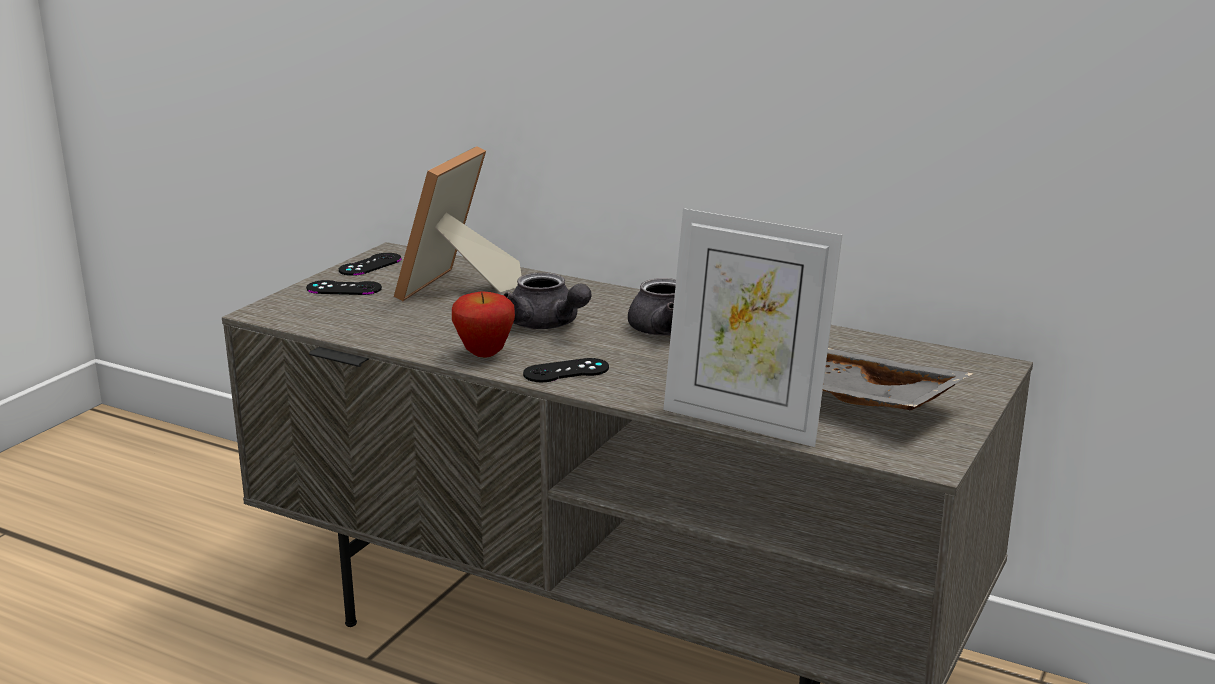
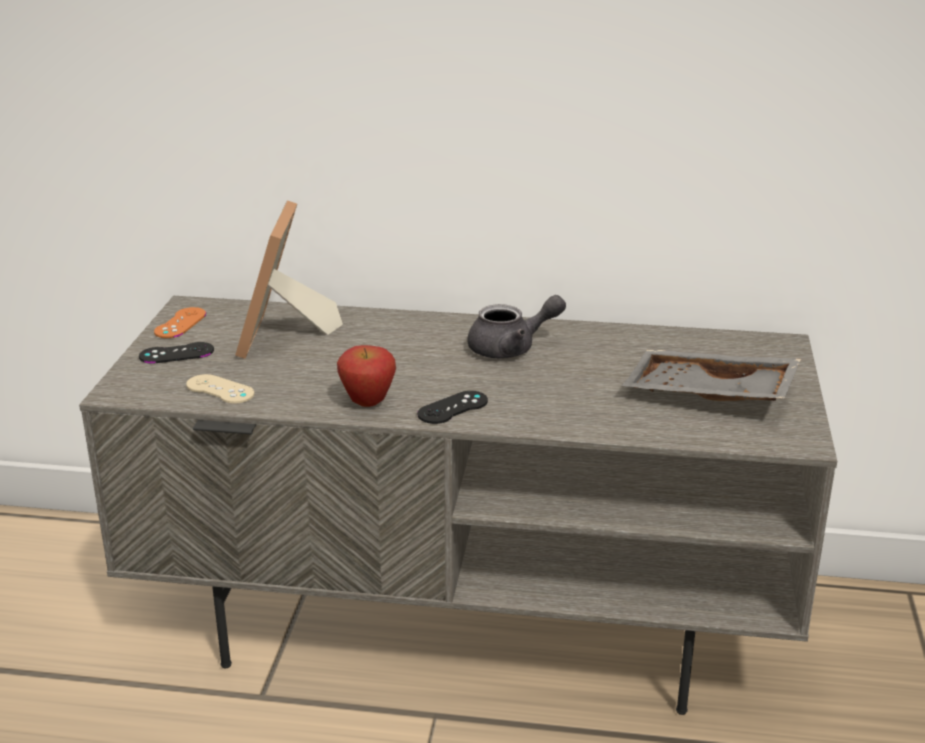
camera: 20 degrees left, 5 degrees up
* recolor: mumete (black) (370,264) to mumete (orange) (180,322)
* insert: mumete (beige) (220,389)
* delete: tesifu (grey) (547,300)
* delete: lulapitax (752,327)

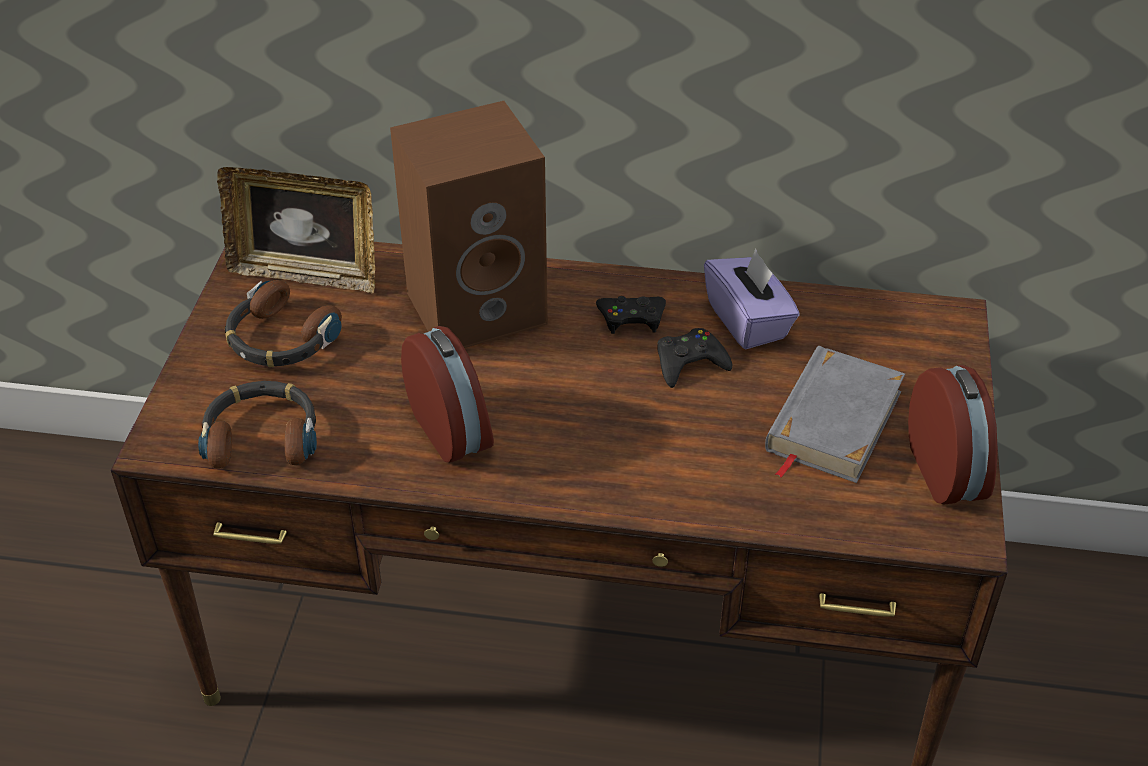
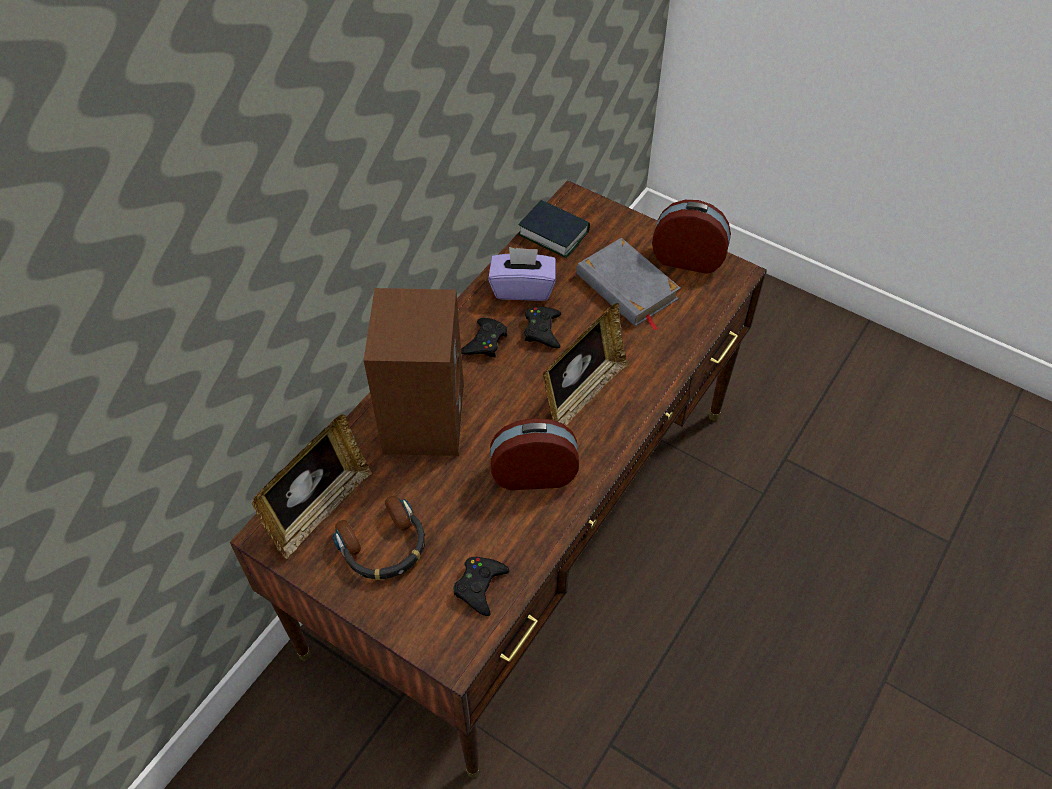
camera: 65 degrees left, 10 degrees up
* replace: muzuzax (257,425) to mumete (black) (481,586)
* insert: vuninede (554,229)
* insert: lulapitax (585,364)

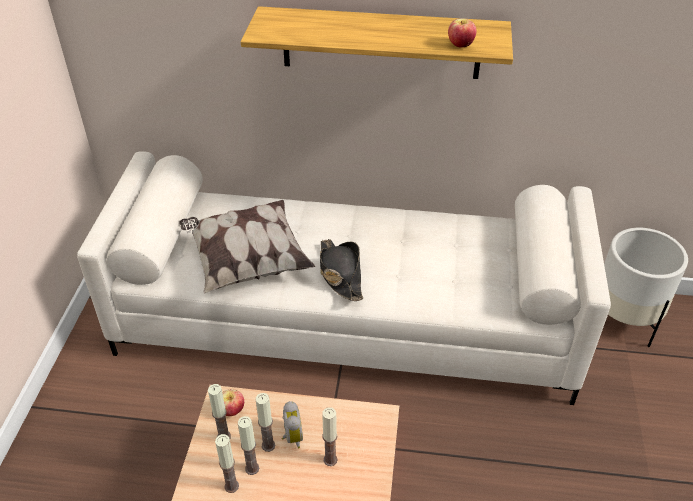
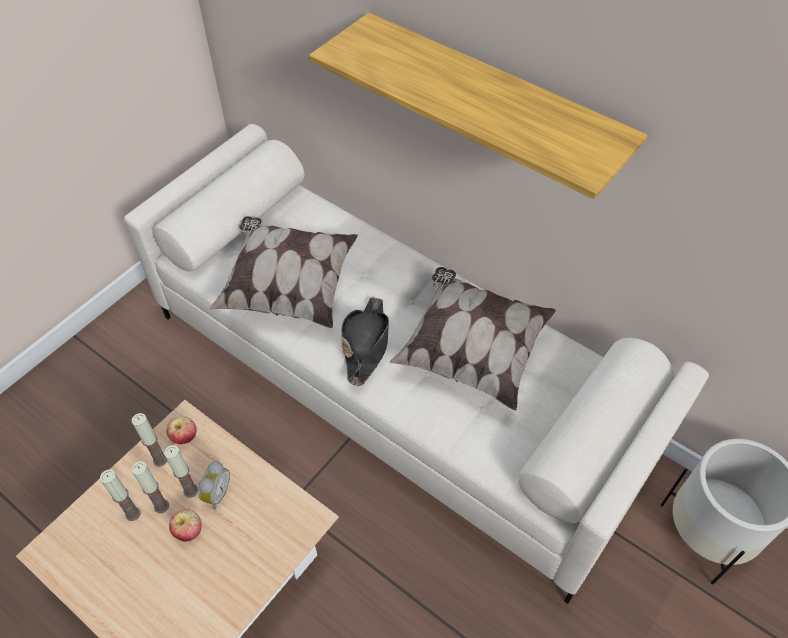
camera: 30 degrees right, 10 degrees up
* move: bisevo (462,33) to (185,525)
* insert: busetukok (473,338)
* delete: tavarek (330,436)

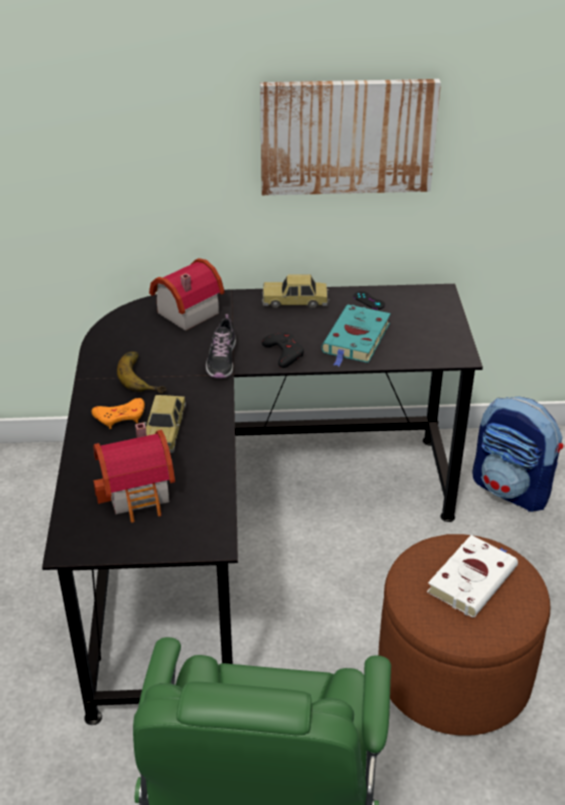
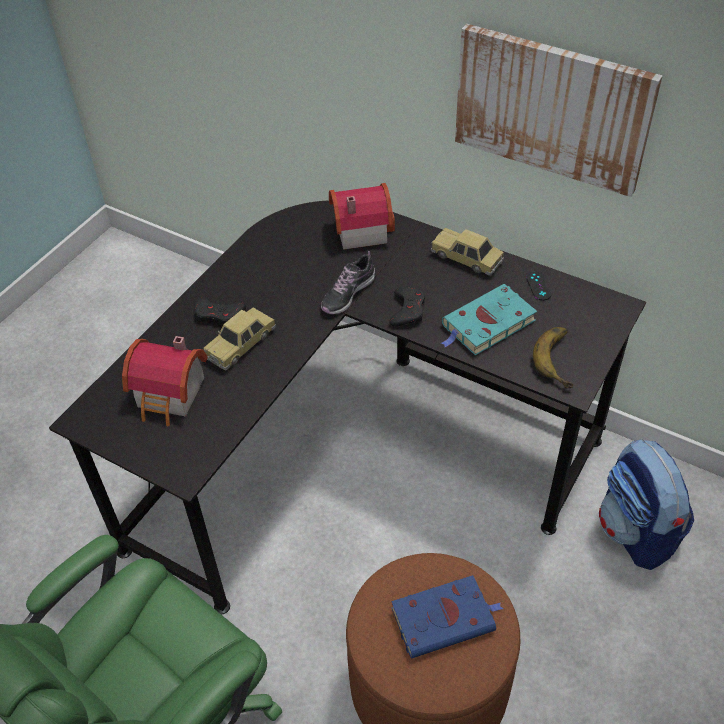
camera: 35 degrees right, 10 degrees up
* recolor: mumete (orange) (118,413) to mumete (black) (220,310)
* recolor: vuninede (white) (472,576) to vuninede (blue) (447,617)
* move: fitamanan (141,373) to (553,357)

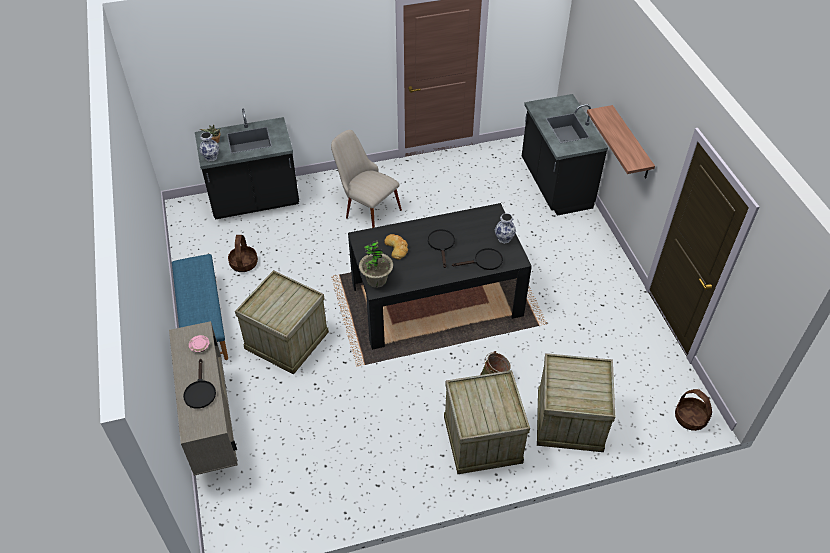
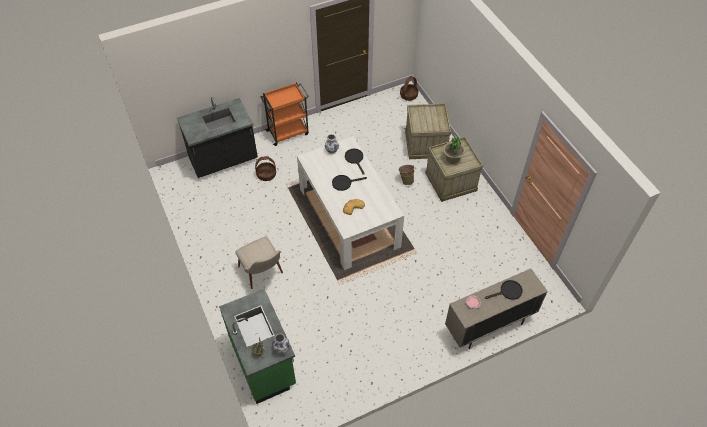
camera: 100 degrees left, 5 degrees up
* recolor: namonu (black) (247,164) to namonu (green) (257,346)
* rotate: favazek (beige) (366,179) = (259,263) 60 degrees counterclockwise
* move: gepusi (243,253) to (265,168)
* insert: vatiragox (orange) (284,114)
* recolor: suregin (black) (440,276) to suregin (white) (350,203)
* move: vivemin (376,264) to (454,149)
* delete: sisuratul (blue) (200,307)
* delete: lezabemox (282,322)
* delete: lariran (621,142)

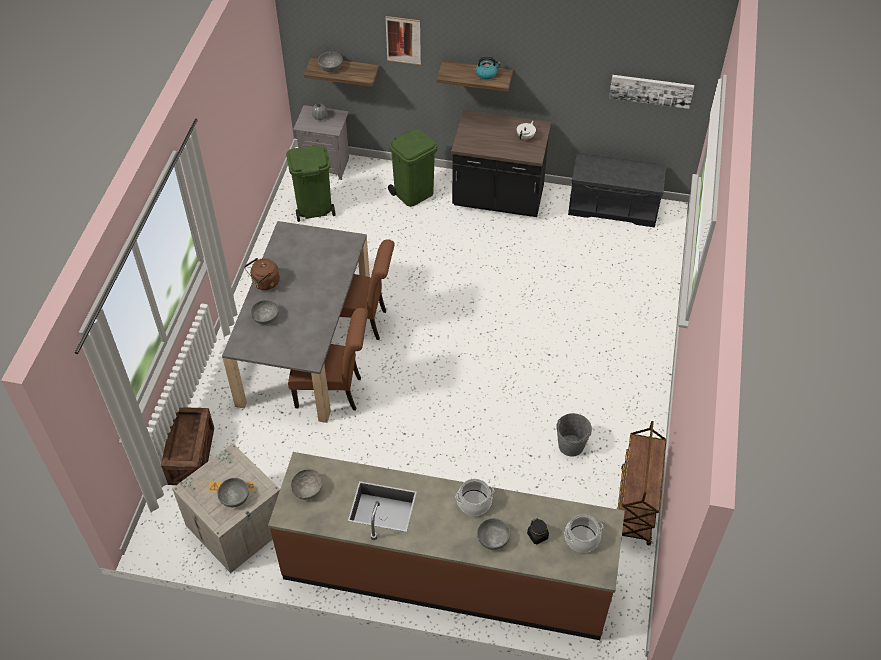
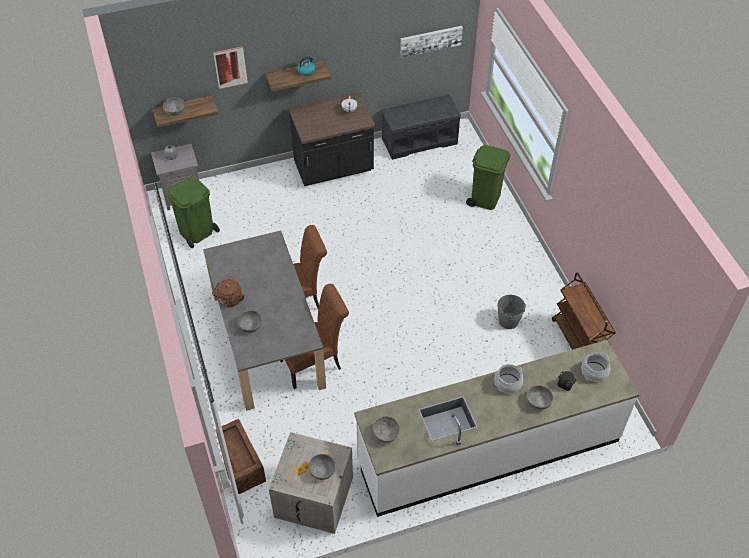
camera: 30 degrees left, 0 degrees up
* recolor: namonu (brown) (446,546) to namonu (white) (496,428)
* move: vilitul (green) (413,168) to (488,177)

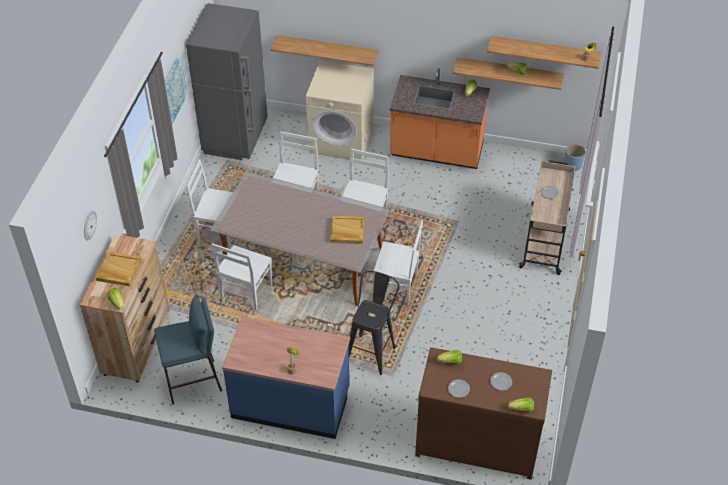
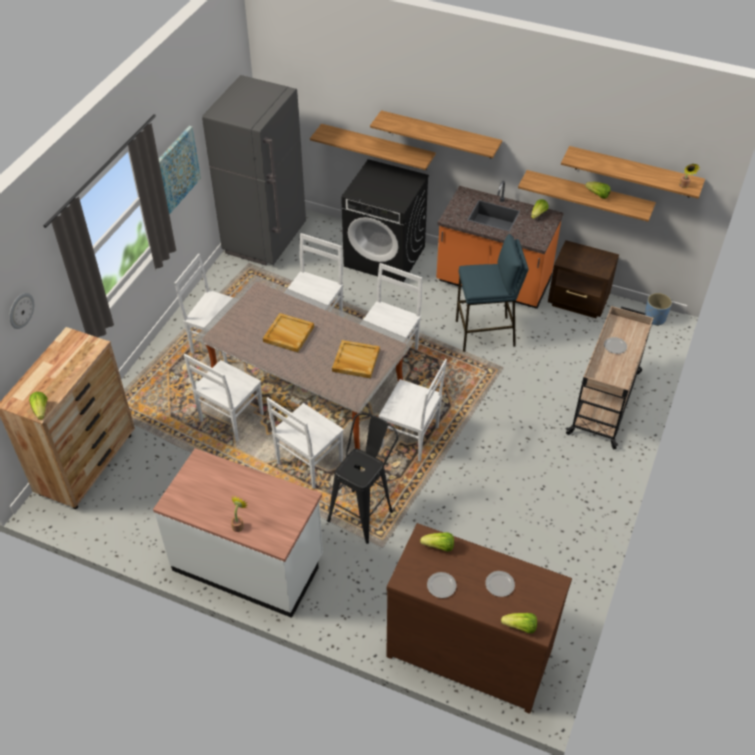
camera: 10 degrees right, 0 degrees up
* recolor: namonu (blue) (286,378) to namonu (white) (238,533)
* move: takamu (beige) (119,269) to (288,332)
* insert: favazek (white) (305,443)
* recolor: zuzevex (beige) (340,110) to zuzevex (black) (385,220)
* insert: lariran (436,134)
* move: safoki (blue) (188,350) to (492,293)
* insert: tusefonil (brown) (583,279)

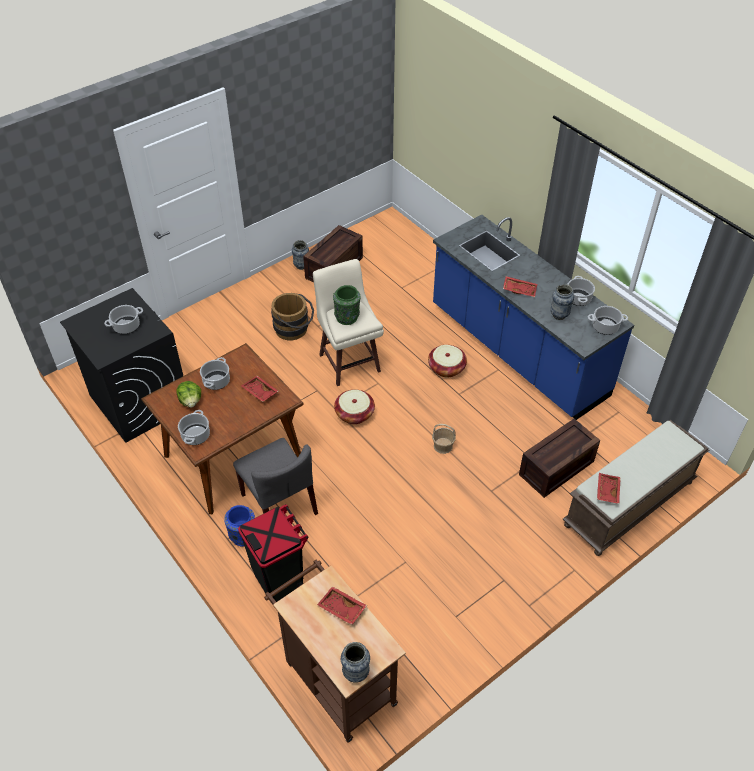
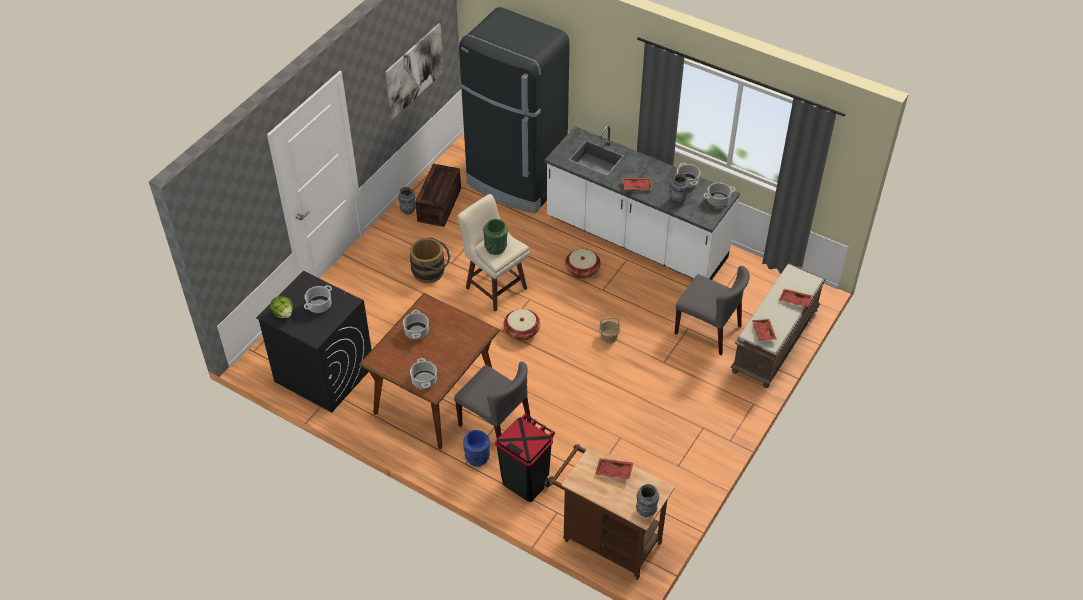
camera: 20 degrees left, 0 degrees up
* move: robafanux (188,394) to (281,307)
* insert: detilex (414,71)
* insert: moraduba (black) (514,110)
* recolor: namonu (blue) (533,317) to namonu (white) (642,202)
* replace: lezabemox (559,458) to favazek (grey) (712,310)
* move: takamu (red) (259,389) to (796,298)

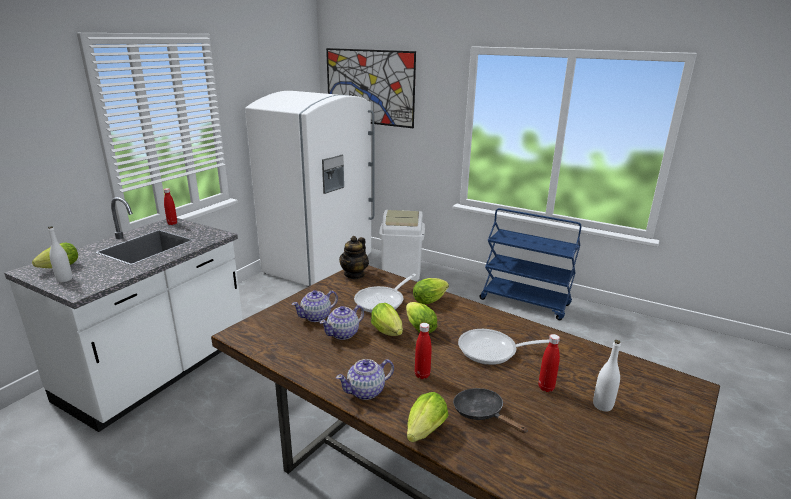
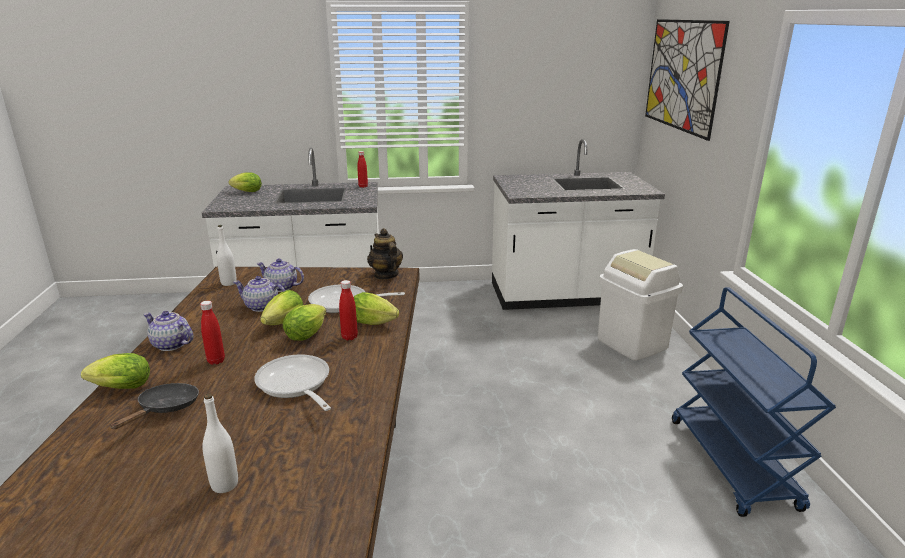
camera: 55 degrees right, 0 degrees up
* move: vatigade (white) (60,254) to (227,255)
* move: vatigade (red) (549,363) to (348,310)
* rotate: tesifu (354,257) = (385,254) 75 degrees clockwise
* replace: moraduba (white) (309,189) to namonu (white) (578,224)

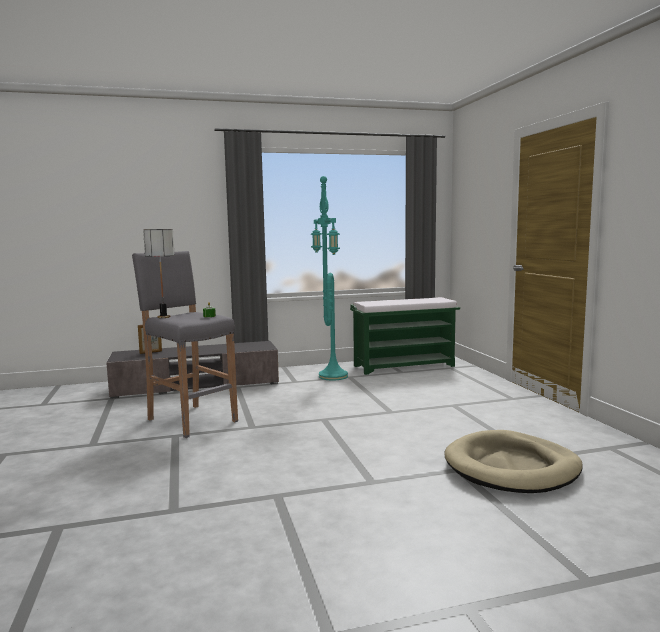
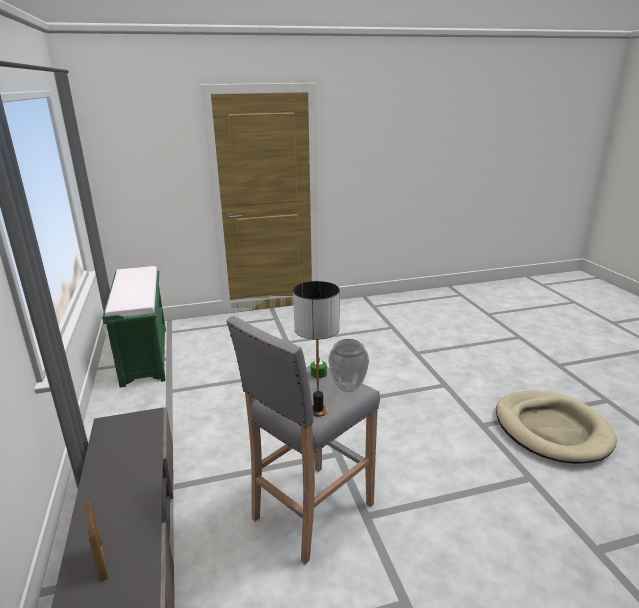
camera: 90 degrees left, 15 degrees up
* insert: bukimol (348,365)
* move: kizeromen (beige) (513,461) to (556,427)
* delete: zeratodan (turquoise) (329,278)

